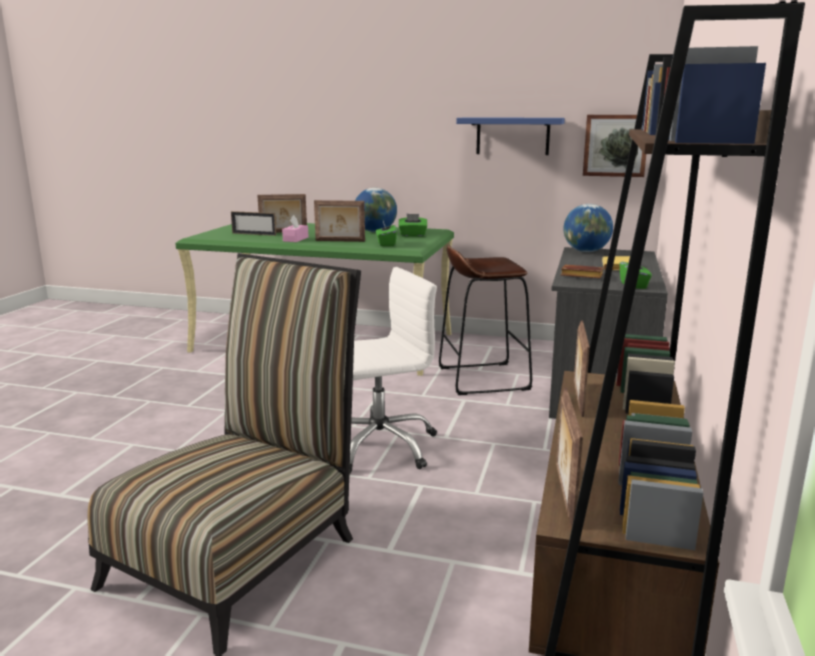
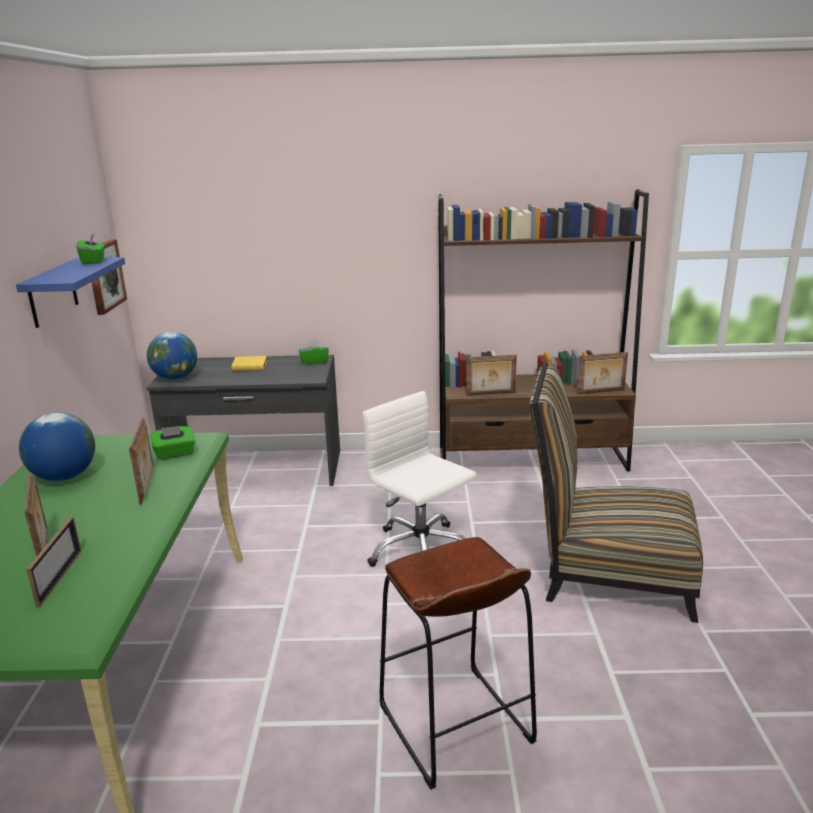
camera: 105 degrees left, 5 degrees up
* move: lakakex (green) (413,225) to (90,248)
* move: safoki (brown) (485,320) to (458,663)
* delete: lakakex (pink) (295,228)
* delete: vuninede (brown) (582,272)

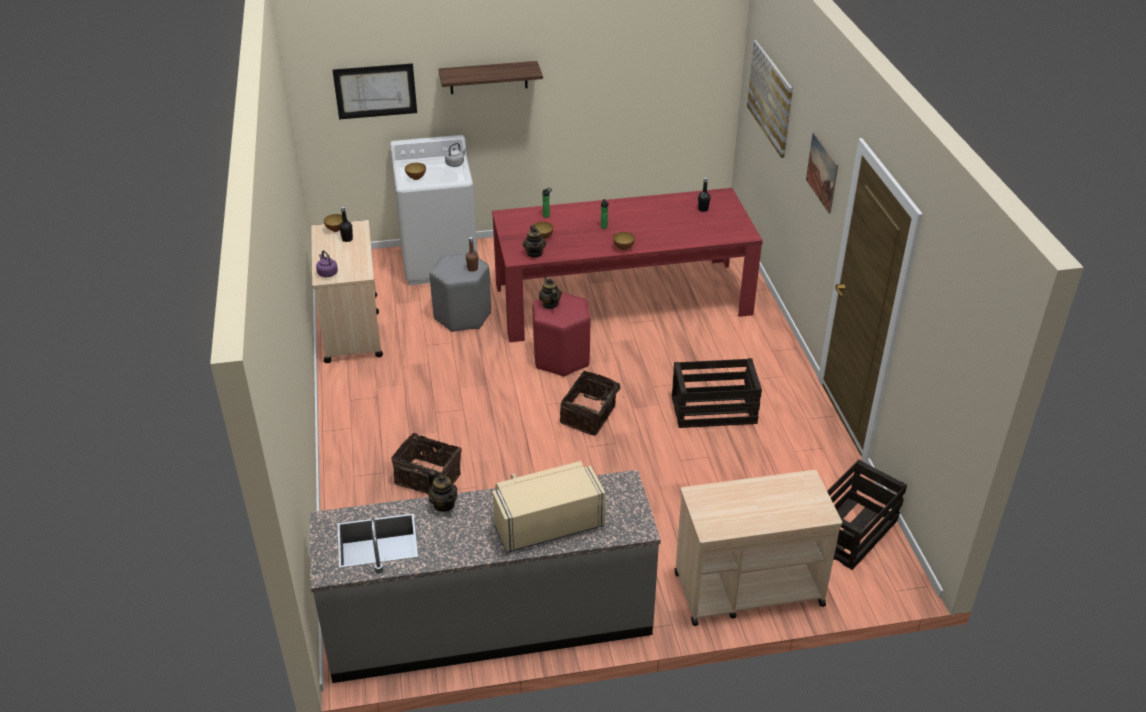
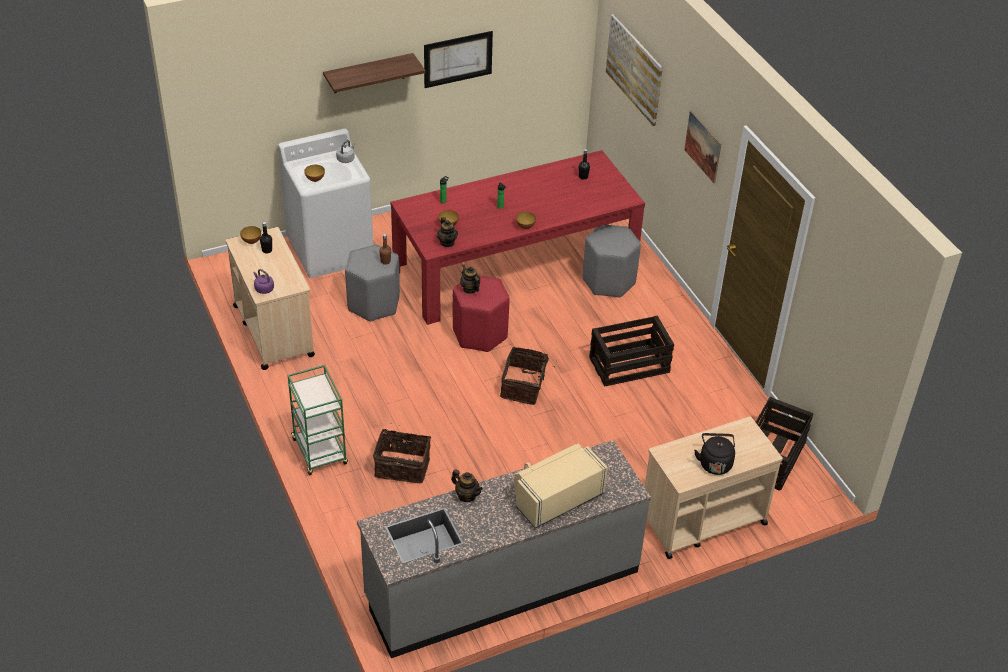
camera: 15 degrees left, 5 degrees up
* insert: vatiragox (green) (318,420)
* move: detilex (374,91) to (458,59)
* insert: safoki (grey) (612,261)
* insert: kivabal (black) (714,454)

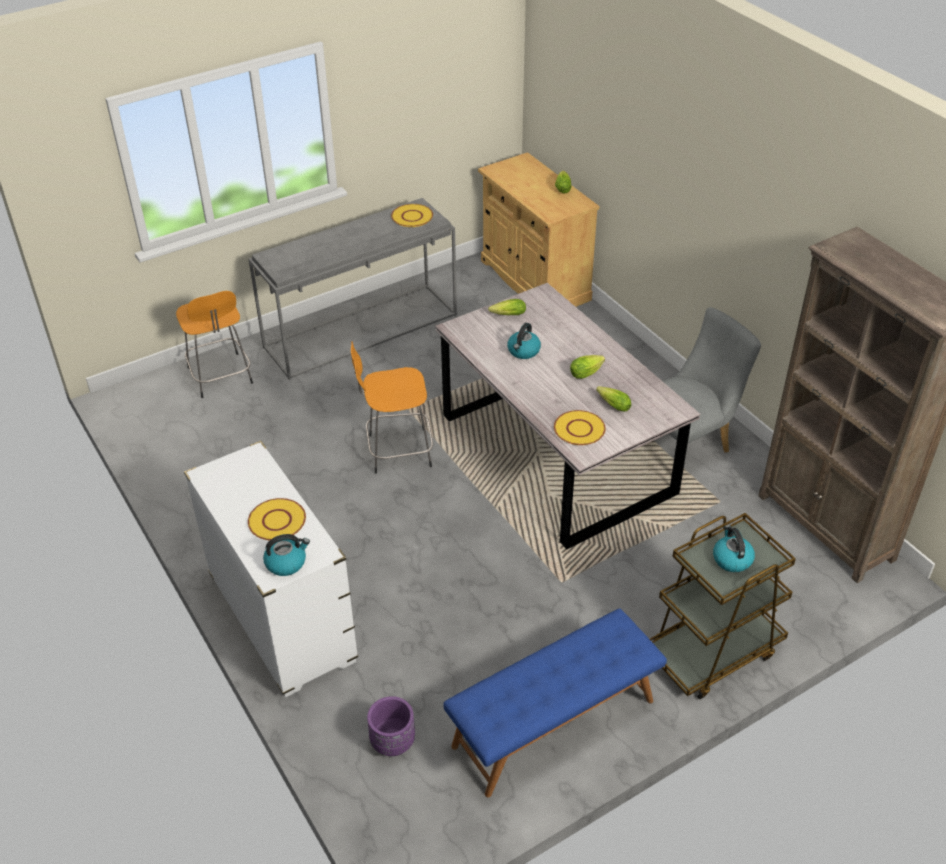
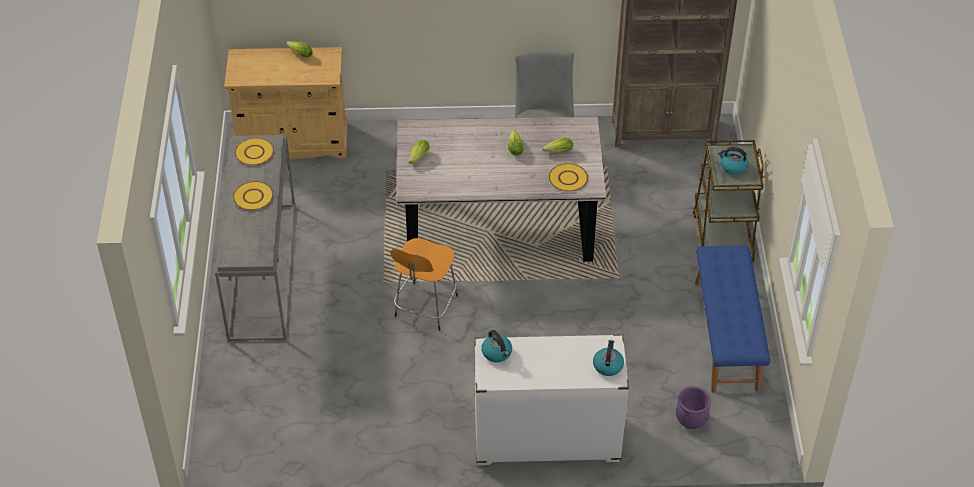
camera: 60 degrees left, 5 degrees up
* move: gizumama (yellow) (277,519) to (253,195)
* move: kivabal (524,341) to (496,346)
* delete: safoki (orange) (214,344)

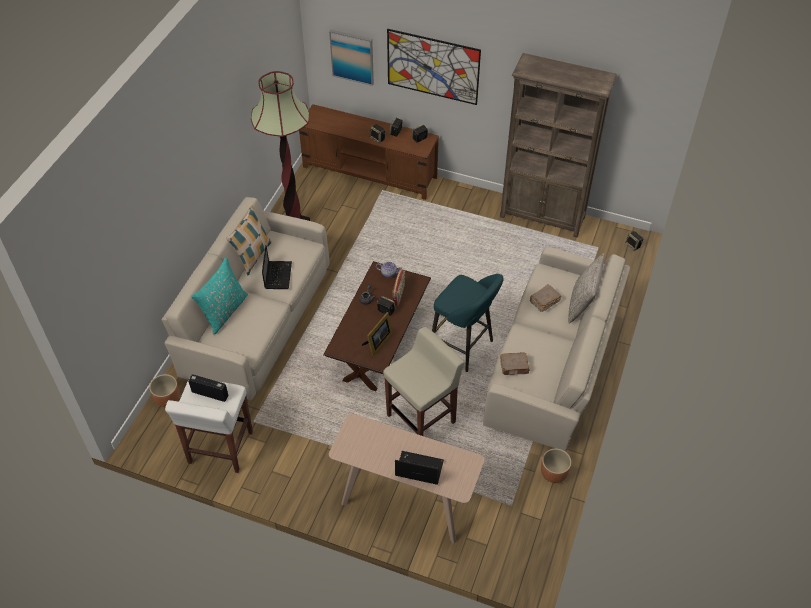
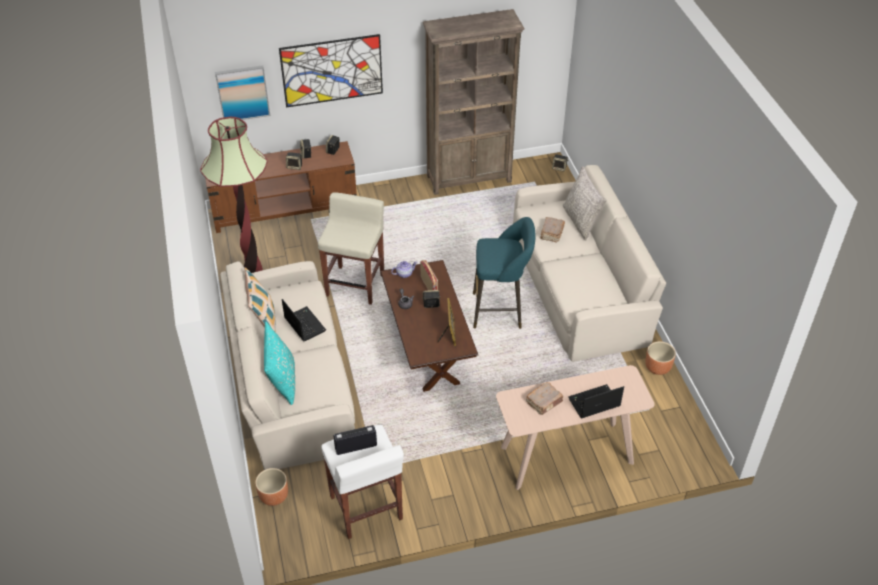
camera: 35 degrees left, 5 degrees down
* move: safoki (beige) (424,381) to (351,248)
* move: vuninede (brown) (514,363) to (544,398)

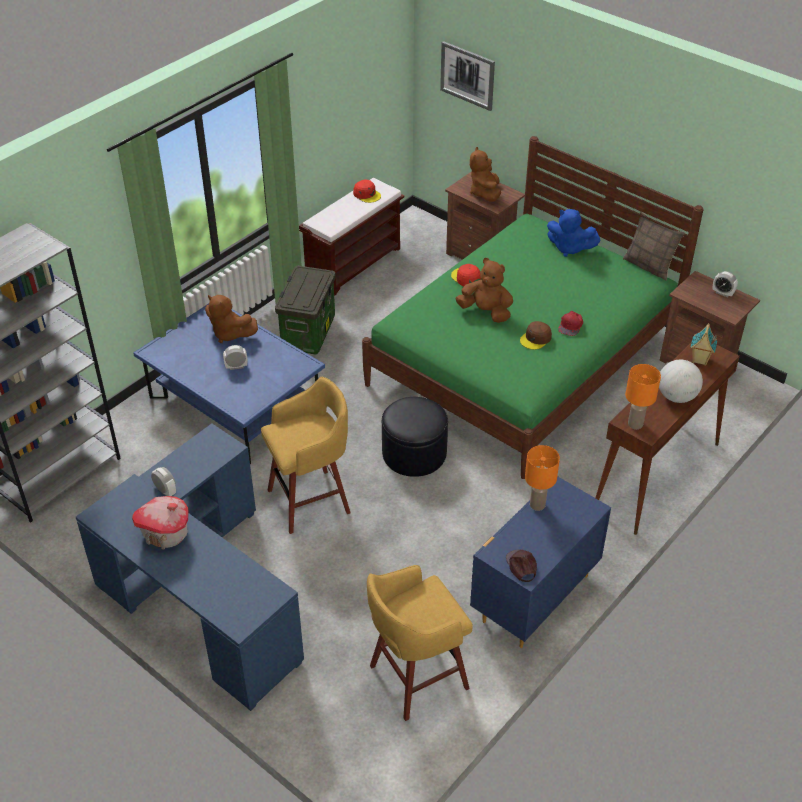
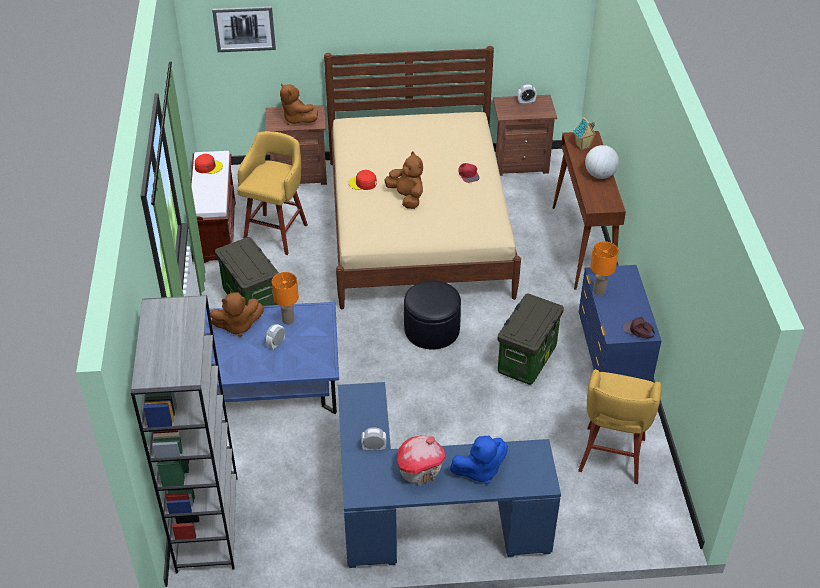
camera: 45 degrees left, 0 degrees up
* move: safoki (yellow) (306,455) to (272,193)
* move: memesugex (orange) (643,396) to (285,298)
* recolor: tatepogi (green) (532,307) to tatepogi (beige) (422,177)
* rotate: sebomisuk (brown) (484,290) = (403,180) 75 degrees clockwise
* move: sebomisuk (blue) (574,233) to (479,460)
* insert: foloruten (530,339)
* delete: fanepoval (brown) (536,335)
* delete: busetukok (654,246)

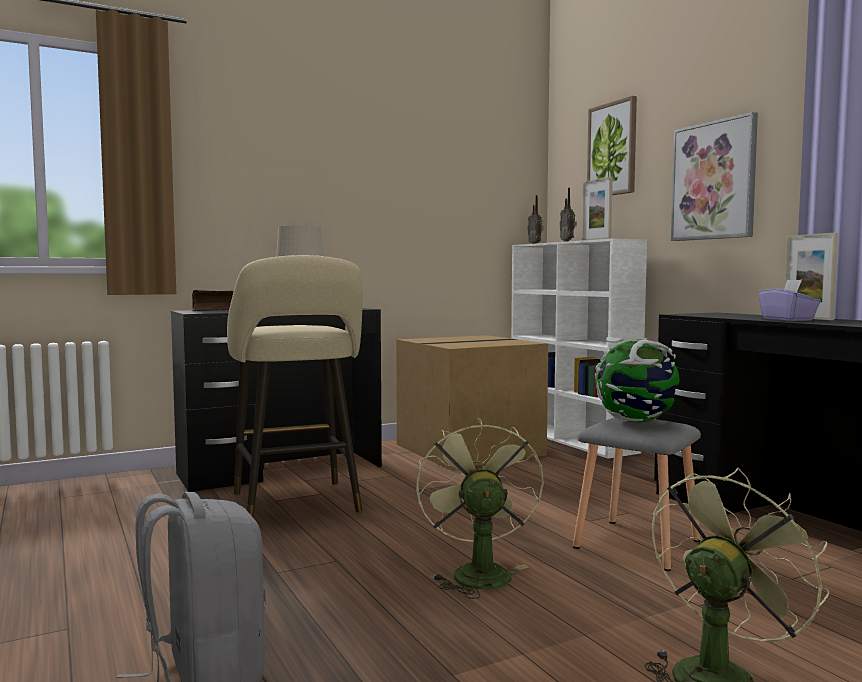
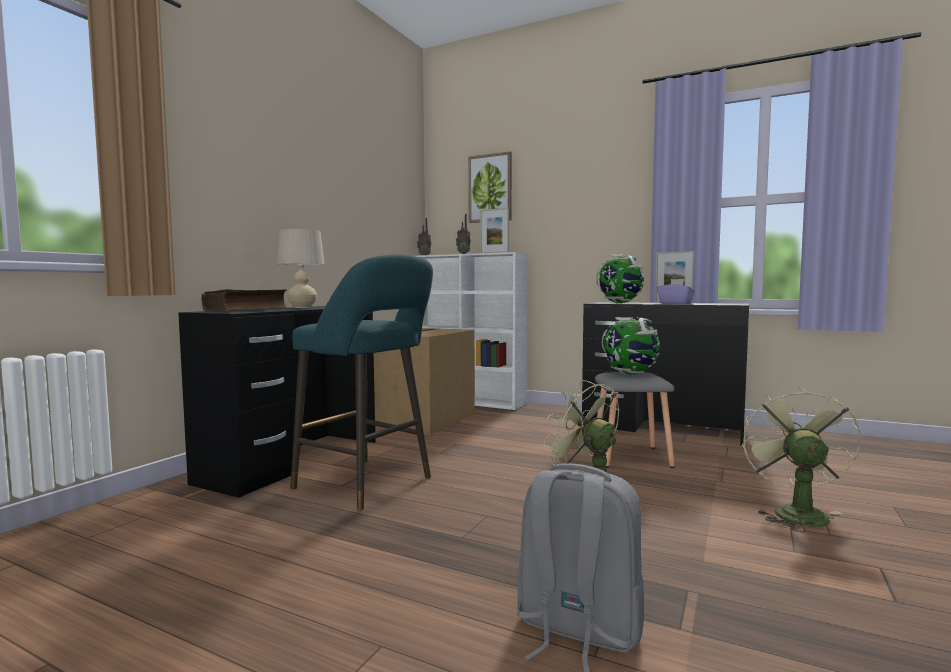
camera: 35 degrees left, 0 degrees up
* recolor: safoki (beige) (295,386) to safoki (turquoise) (361,382)
* insert: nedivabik (620,278)
* delete: detilex (714,176)

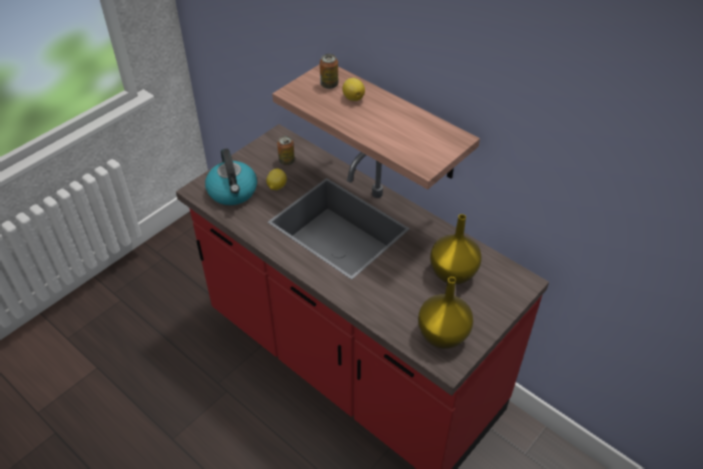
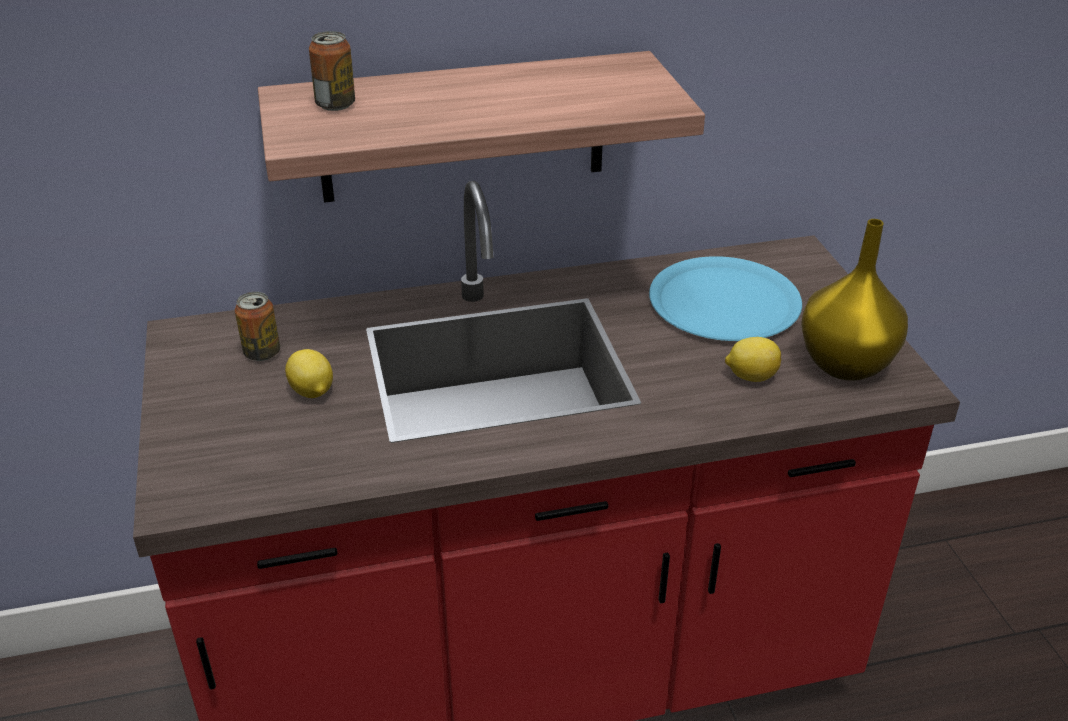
camera: 55 degrees left, 10 degrees down
* replace: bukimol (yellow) (456,249) to gizumama (blue) (725,298)
* move: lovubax (353,89) to (753,359)
* delete: kivabal (231,177)

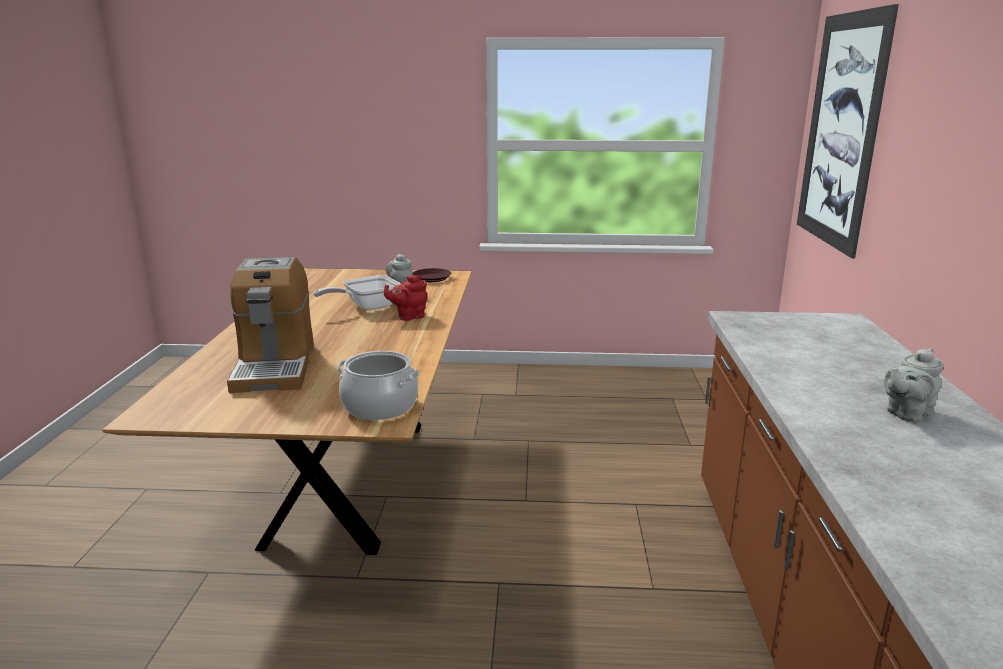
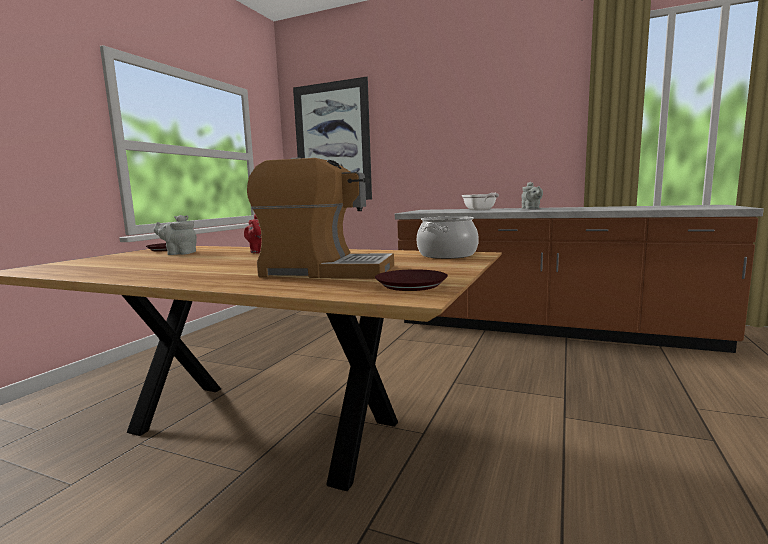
camera: 70 degrees left, 10 degrees down
* insert: gizumama (brown) (411,280)
* move: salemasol (357,293) to (480,201)

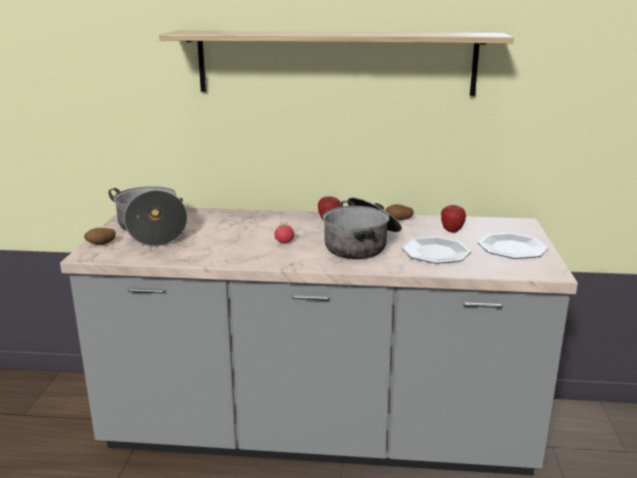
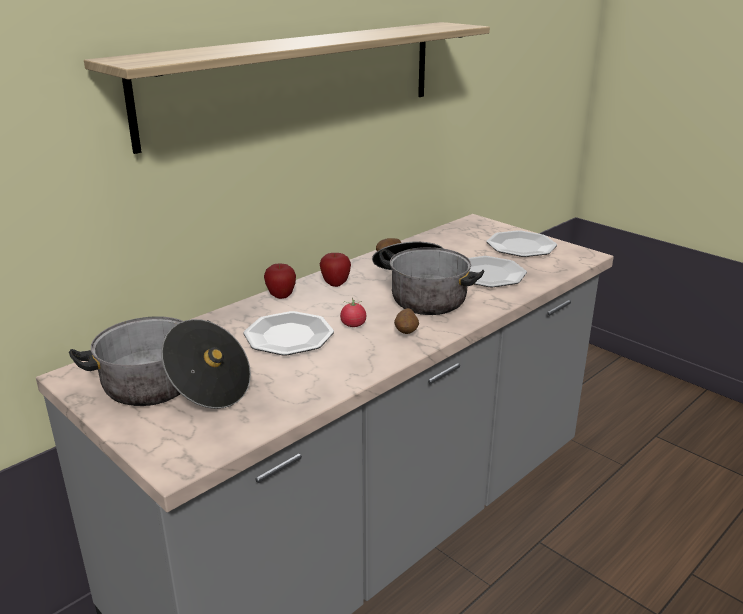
camera: 50 degrees left, 5 degrees up
* insert: gizumama (288,333)
* move: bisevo (453,219) to (280,281)
* move: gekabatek (100,236) to (406,321)

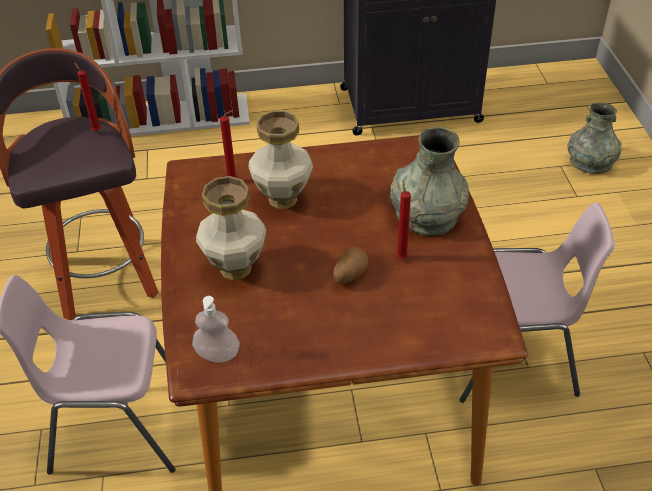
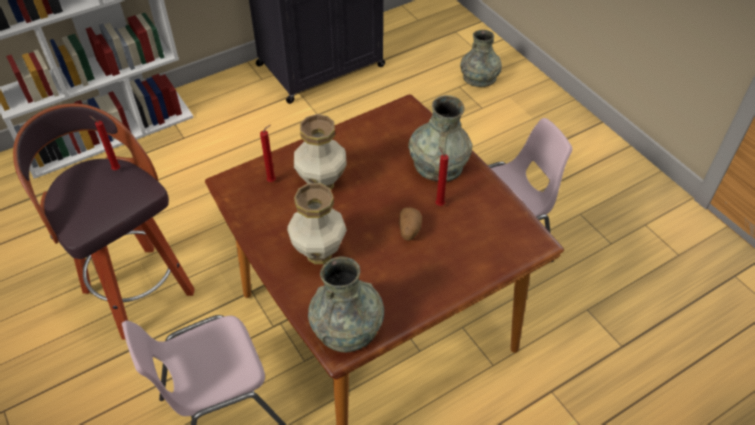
camera: 25 degrees left, 5 degrees up
* replace: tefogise (216,329) to bukimol (grey) (346,304)

